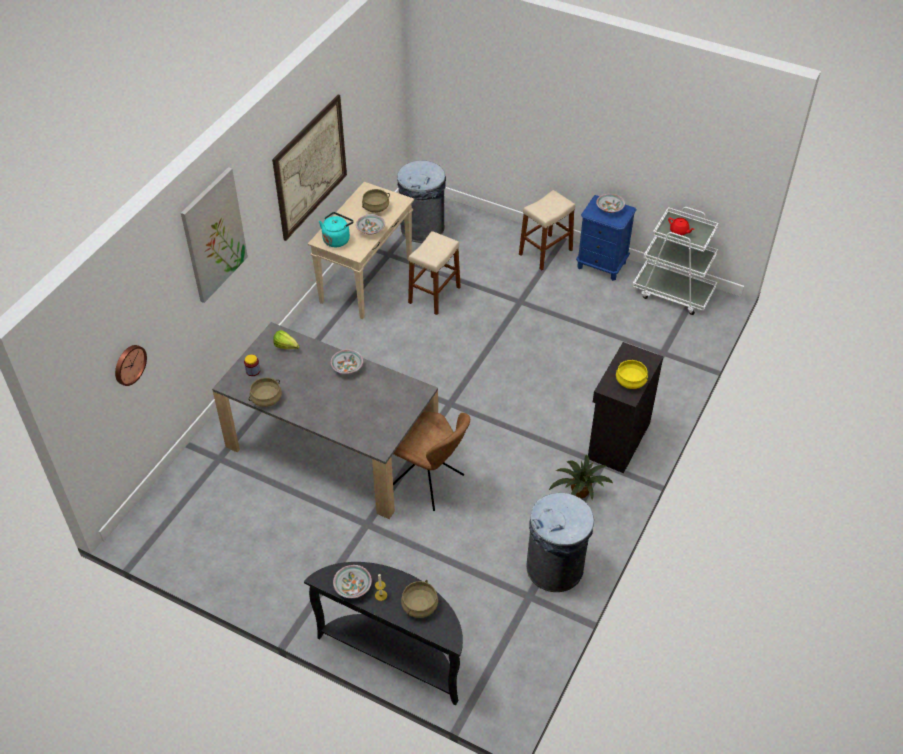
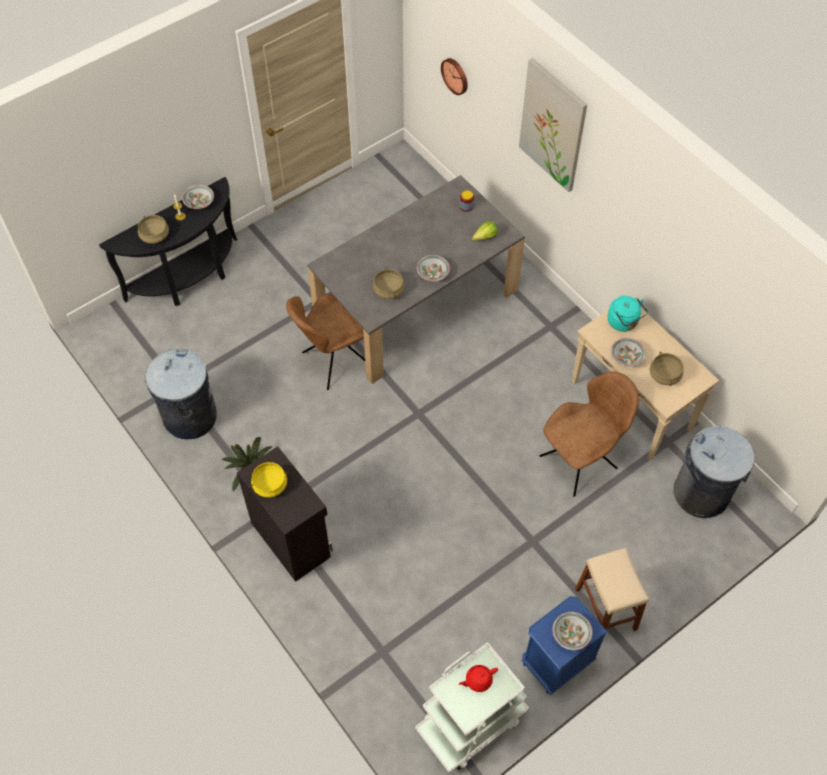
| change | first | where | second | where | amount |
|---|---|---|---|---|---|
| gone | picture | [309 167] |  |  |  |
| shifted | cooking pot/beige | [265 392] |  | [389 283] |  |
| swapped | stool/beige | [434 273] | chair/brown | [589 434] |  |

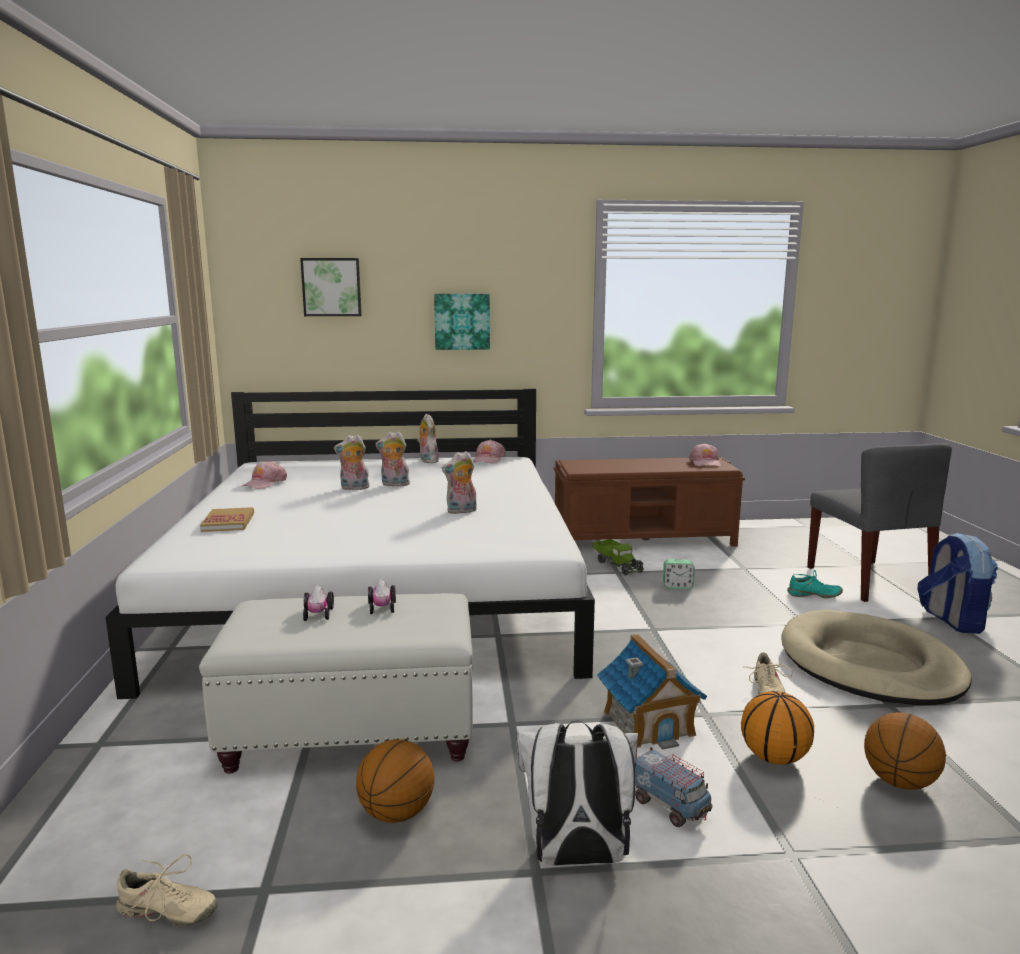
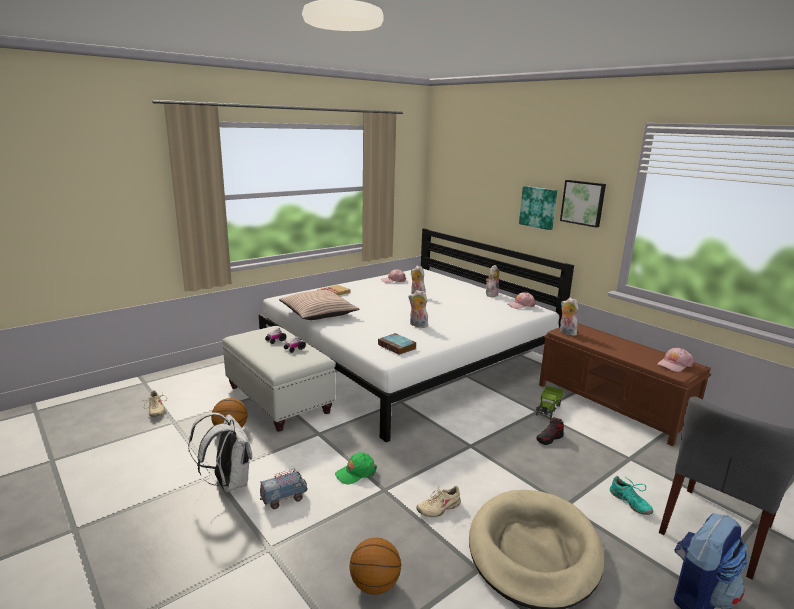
| change | first | where | second | where | amount |
|---|---|---|---|---|---|
| gone | basketball | [777 728] |  |  |  |
| new |  |  | pillow | [319 305] |  |
| new |  |  | book | [397 344] |  |
| shifted | picture | [331 287] |  | [583 204] |  |
| shifted | plush toy | [392 458] |  | [569 316] |  |
| swapped | toy house | [652 692] | cap/green | [356 468] |  |
| swapped | alarm clock | [679 574] | shoe | [550 431] |  |
| rotated | toy truck | [673 787] |  | [283 488] | 135 degrees counterclockwise |

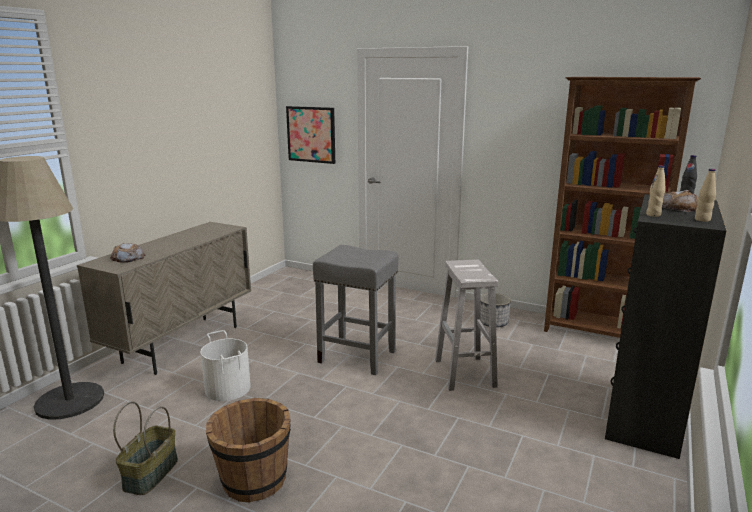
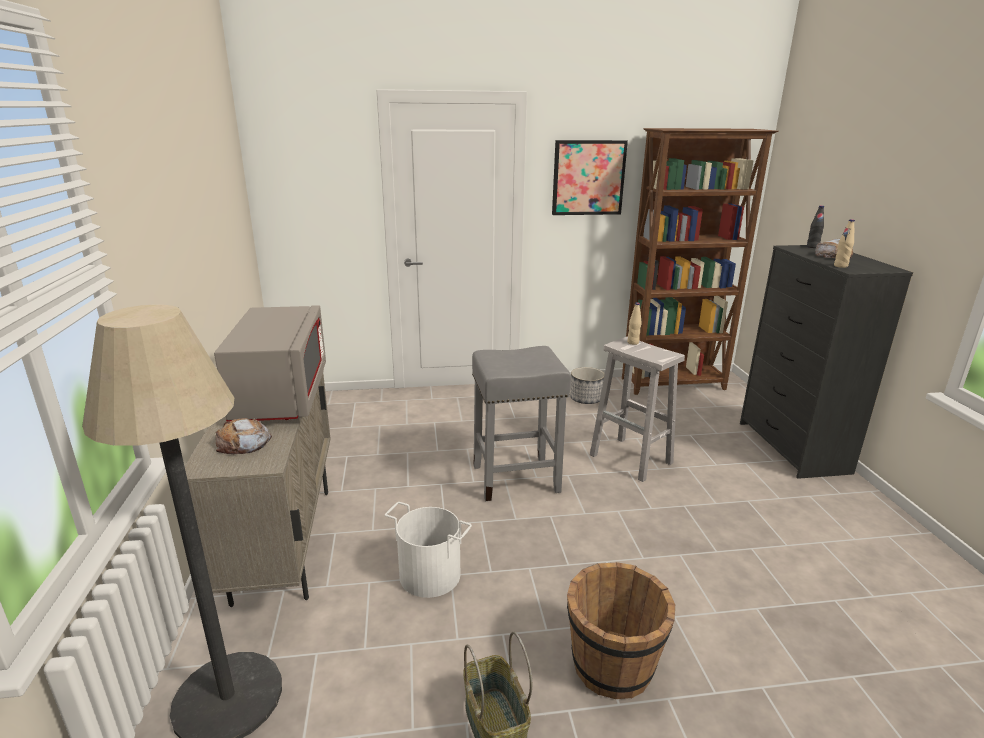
| change | first | where | second | where | amount |
|---|---|---|---|---|---|
| new |  |  | microwave/grey | [270 363] |  |
| shifted | picture | [310 135] |  | [590 177] |  |
| shifted | bottle/beige | [705 195] |  | [634 323] |  |

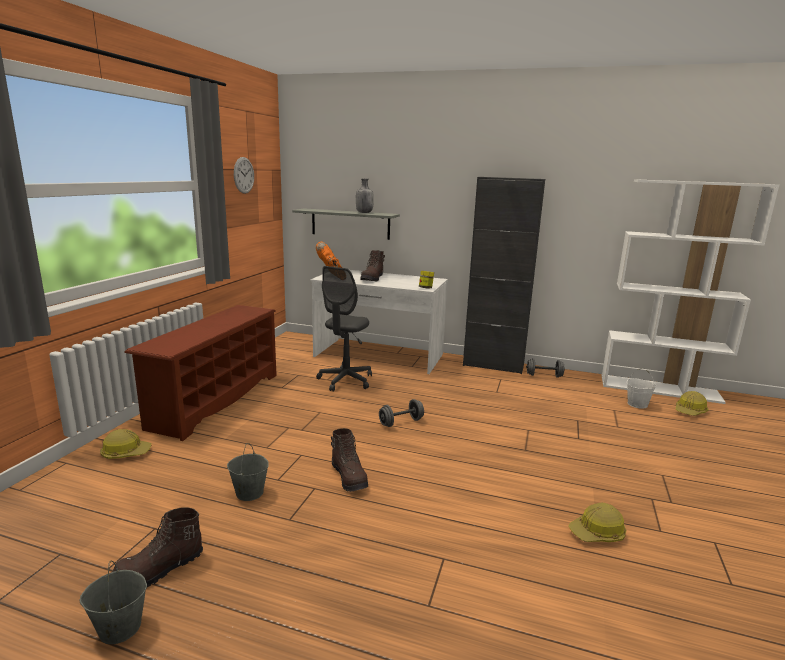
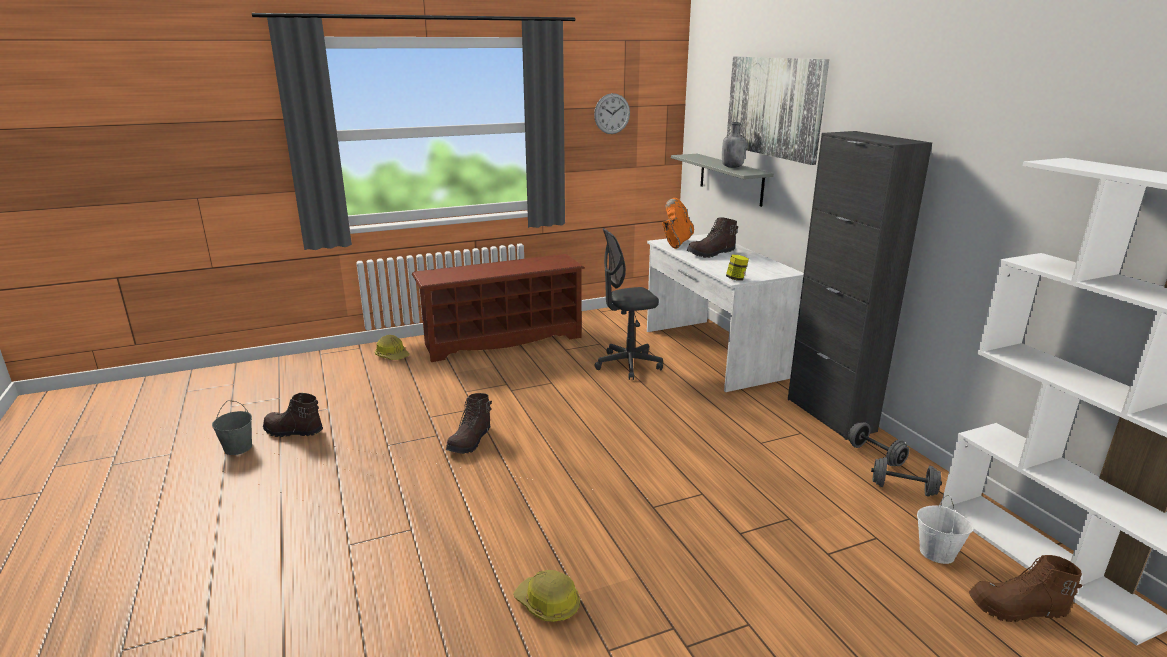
| change | first | where | second | where | amount |
|---|---|---|---|---|---|
| gone | bucket/grey | [248 472] |  |  |  |
| new |  |  | picture | [778 111] |  |
| shifted | dumbbell/grey | [401 413] |  | [906 477] |  |
| swapped | hard hat | [692 403] | boot/brown | [1025 588] |  |

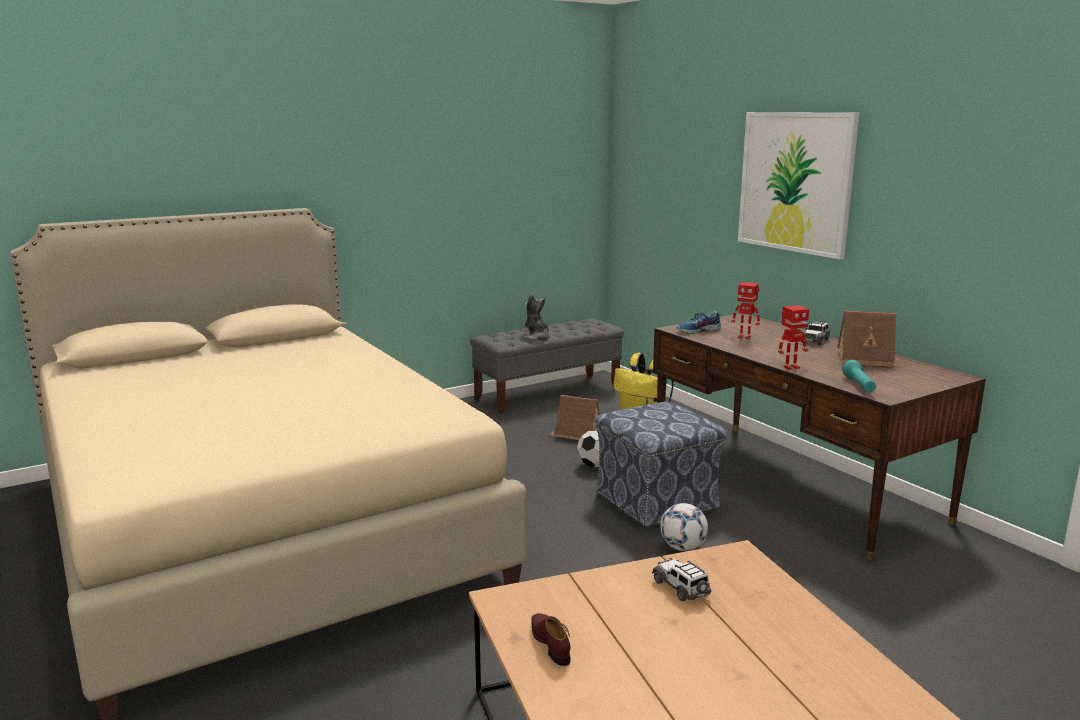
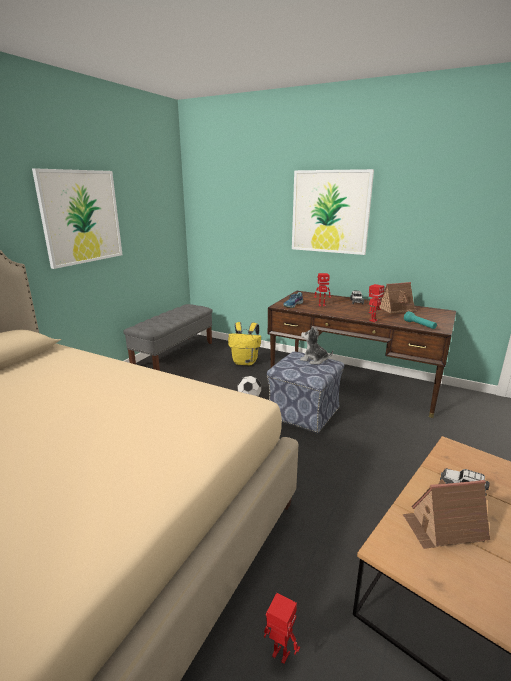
| change | first | where | second | where | amount |
|---|---|---|---|---|---|
| gone | shoe/brown | [551 639] |  |  |  |
| gone | football | [684 527] |  |  |  |
| new |  |  | picture | [77 218] |  |
| new |  |  | toy robot | [282 628] |  |
| shifted | plush toy | [535 317] |  | [316 345] |  |
| shifted | toy house | [574 417] |  | [446 514] |  |

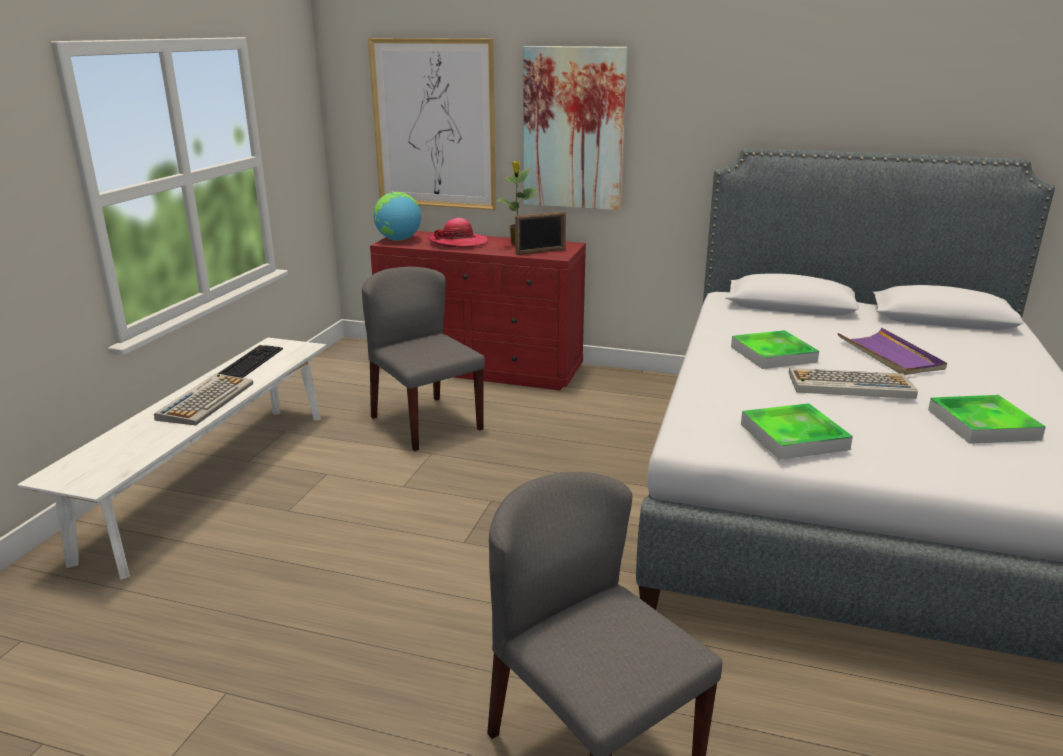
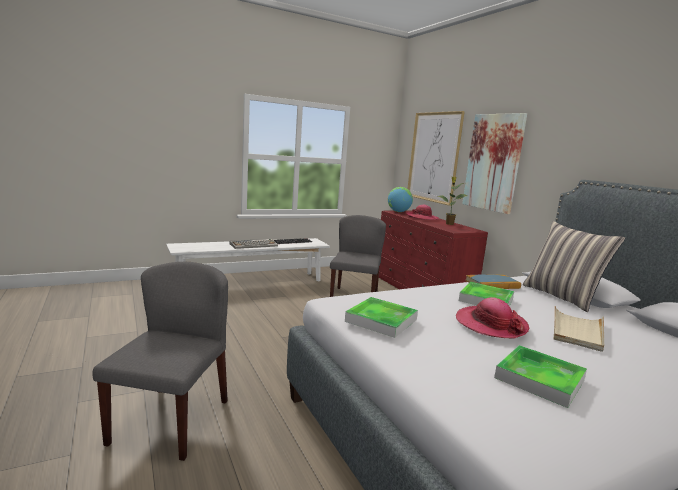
| change | first | where | second | where | amount |
|---|---|---|---|---|---|
| gone | picture frame | [540 233] |  |  |  |
| new |  |  | book | [493 281] |  |
| new |  |  | pillow | [574 266] |  |
| swapped | keyboard | [853 383] | hat | [492 317] |  |
| repainted | tray/purple | [892 351] | tray/beige | [579 329] |  |

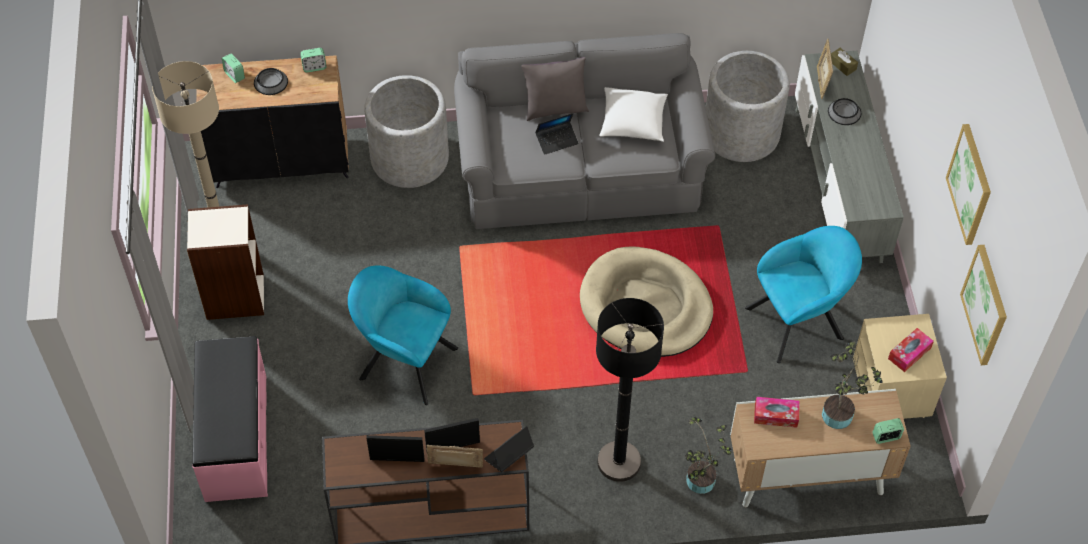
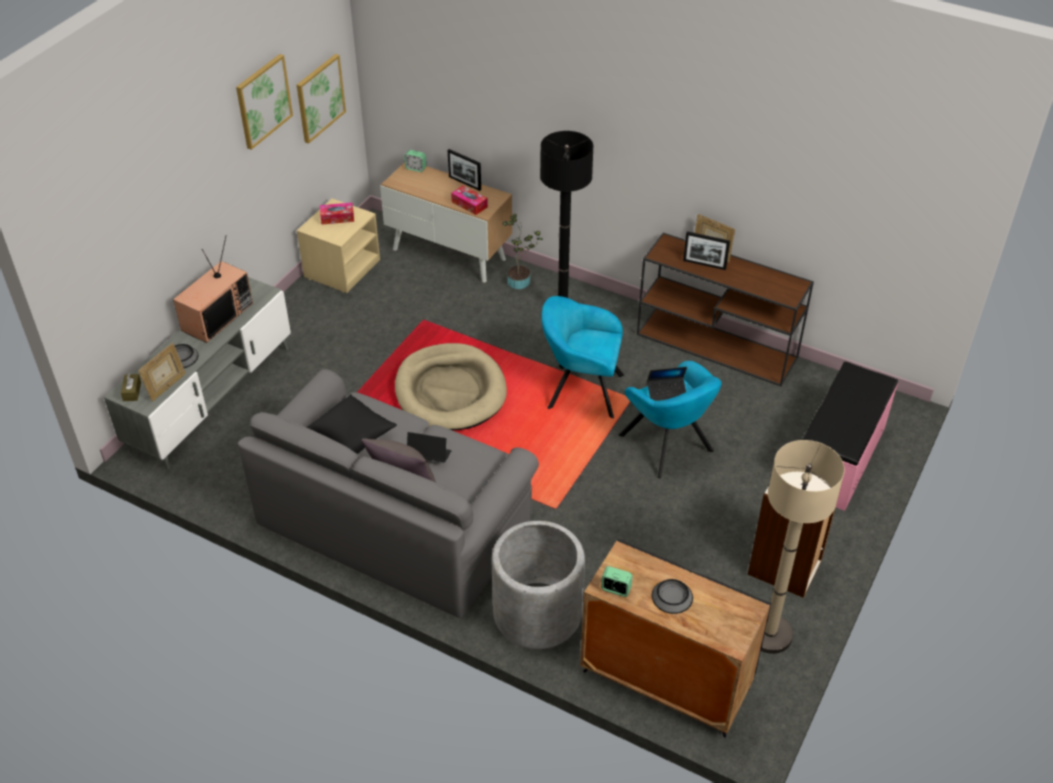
| change | first | where | second | where | amount |
|---|---|---|---|---|---|
| gone | alarm clock | [233 68] |  |  |  |
| gone | planter/grey | [748 106] |  |  |  |
| gone | potted plant | [852 385] |  |  |  |
| new |  |  | television | [213 289] |  |
| shifted | picture frame | [396 448] |  | [464 170] |  |
| shifted | laptop | [509 449] |  | [667 384] |  |
| shifted | armchair/turquoise | [803 294] |  | [582 357] |  |
| repainted | pillow/white | [633 114] | pillow/black | [352 424] |  |

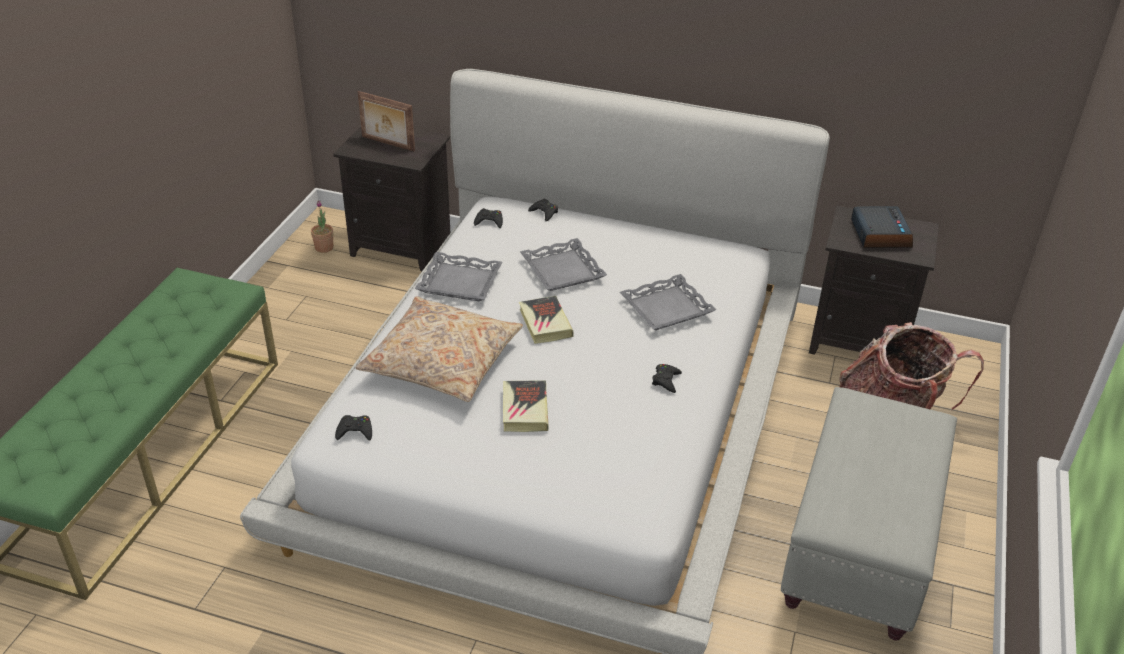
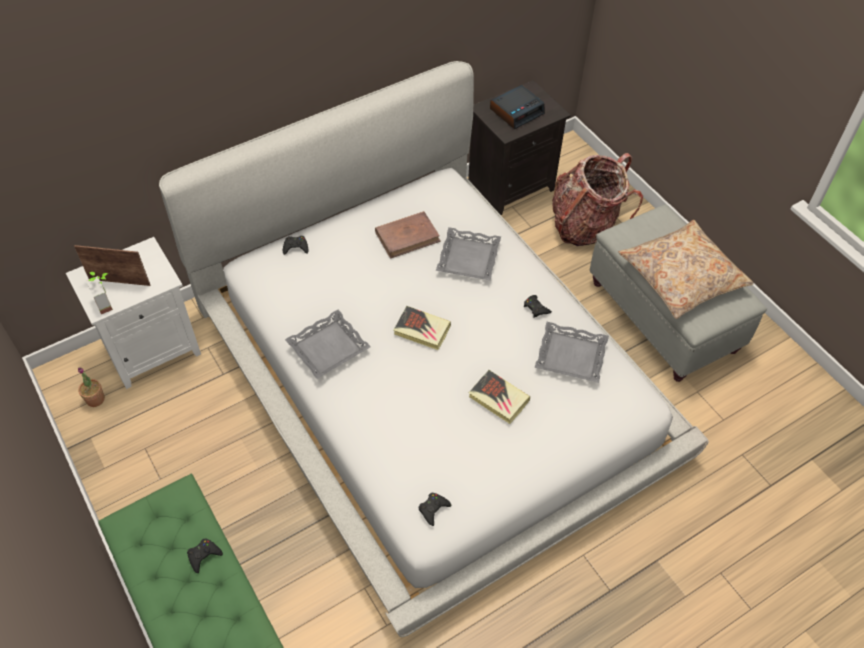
| change | first | where | second | where | amount |
|---|---|---|---|---|---|
| new |  |  | potted plant | [99 293] |  |
| new |  |  | book/brown | [408 235] |  |
| shifted | pillow/beige | [439 349] |  | [686 269] |  |
| shifted | game controller/black | [488 218] |  | [205 555] |  |
| shifted | tray/grey | [563 264] |  | [571 352] |  |
| repainted | nightstand/black | [391 198] | nightstand/white | [133 313] |  |
| rotated | picture frame | [386 121] |  | [112 265] | 150 degrees counterclockwise |
| rotated | alarm clock | [882 227] |  | [517 107] | 105 degrees clockwise |

